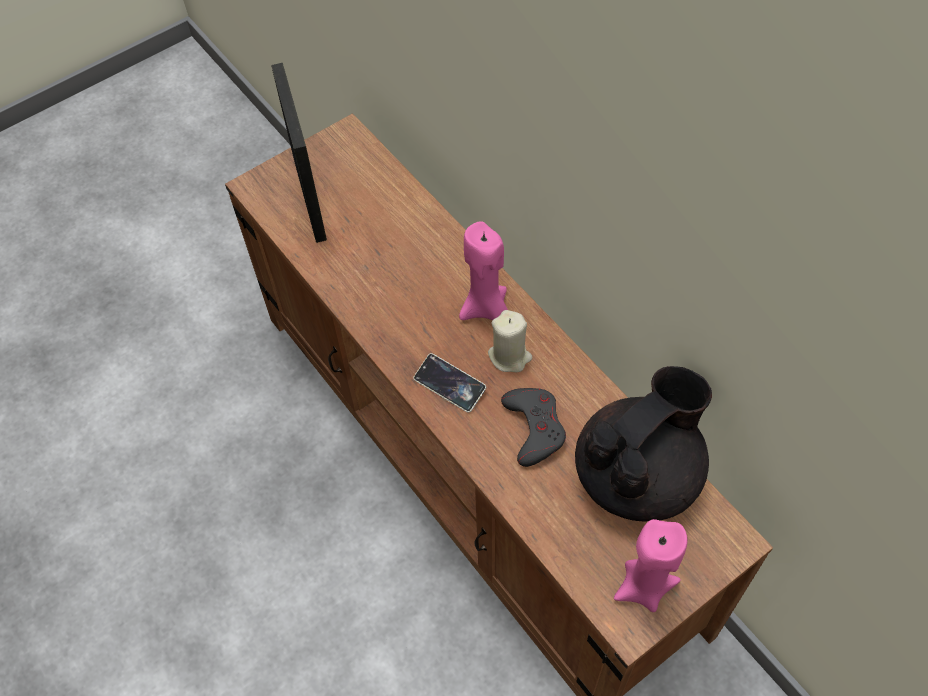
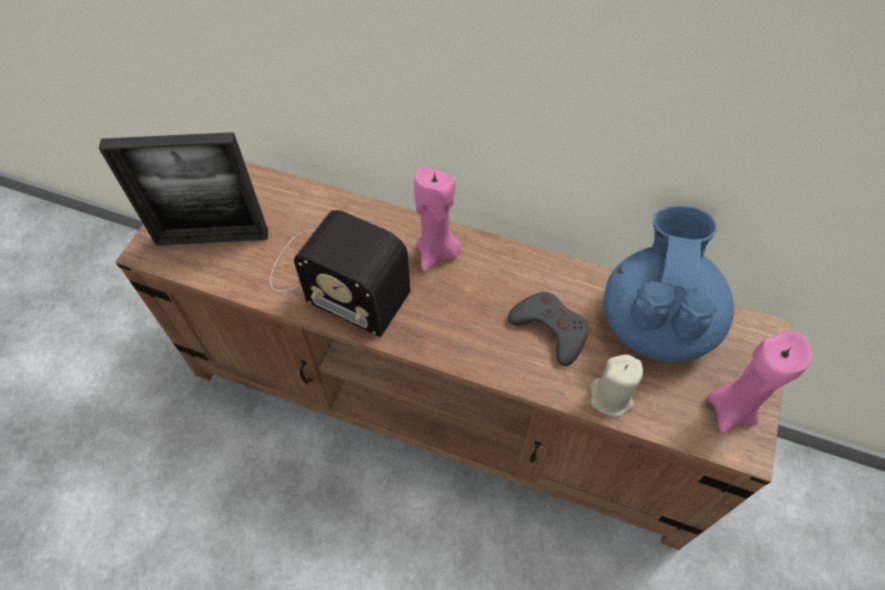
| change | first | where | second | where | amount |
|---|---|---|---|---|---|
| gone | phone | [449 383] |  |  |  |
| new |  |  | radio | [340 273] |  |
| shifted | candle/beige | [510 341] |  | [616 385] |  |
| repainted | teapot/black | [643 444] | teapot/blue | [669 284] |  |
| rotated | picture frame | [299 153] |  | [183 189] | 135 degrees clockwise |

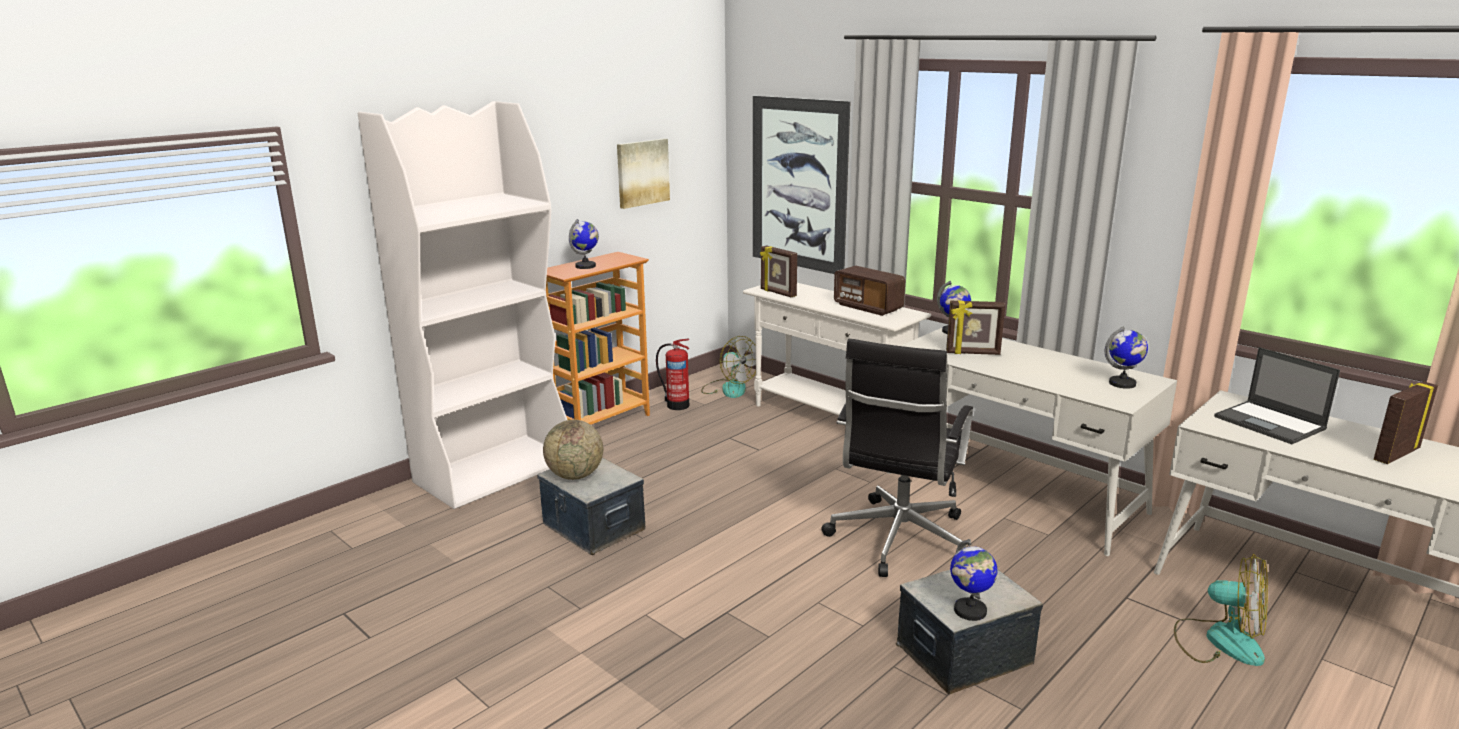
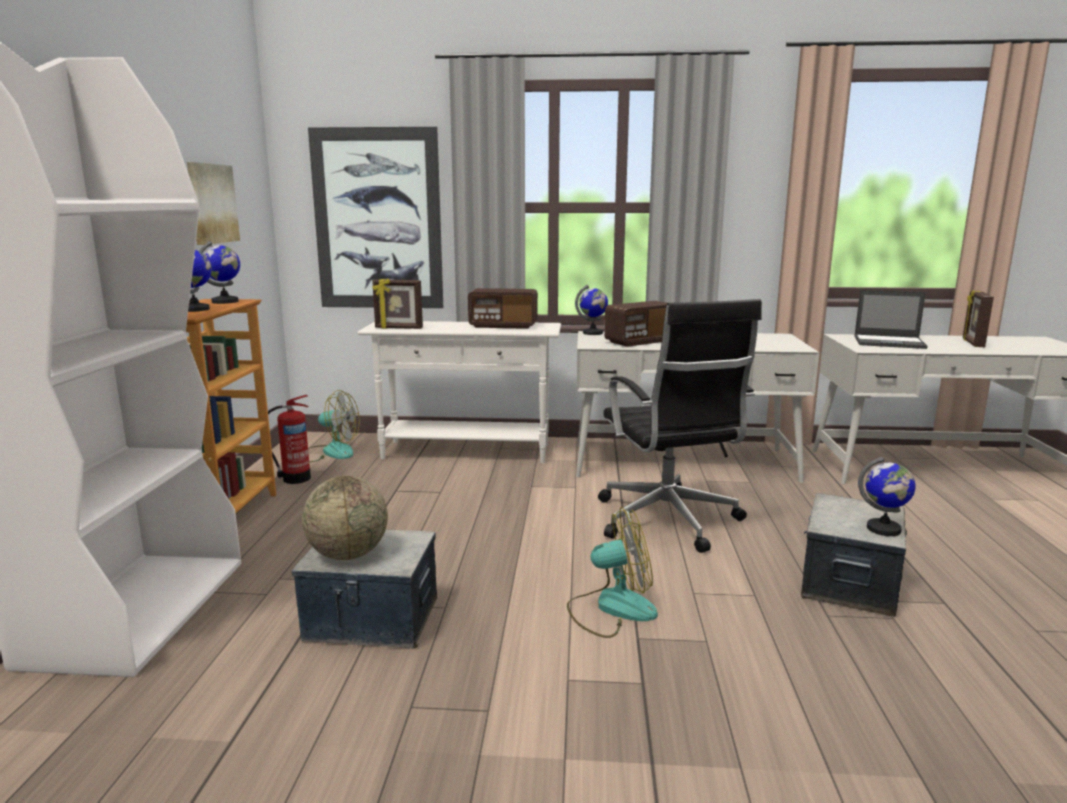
| change | first | where | second | where | amount |
|---|---|---|---|---|---|
| shifted | globe | [1126 358] |  | [219 272] |  |
| shifted | fan | [1221 610] |  | [612 572] |  |
| swapped | picture frame | [975 328] | radio | [635 324] |  |

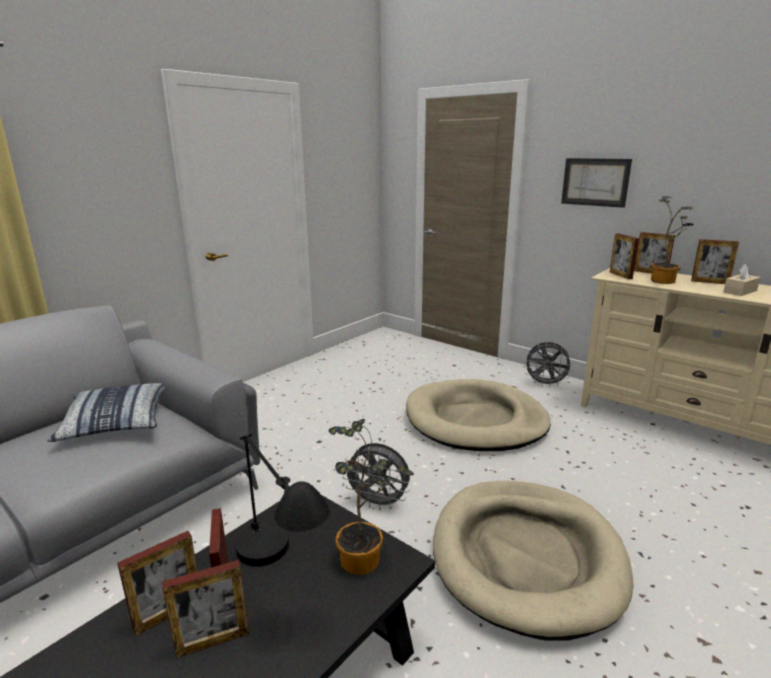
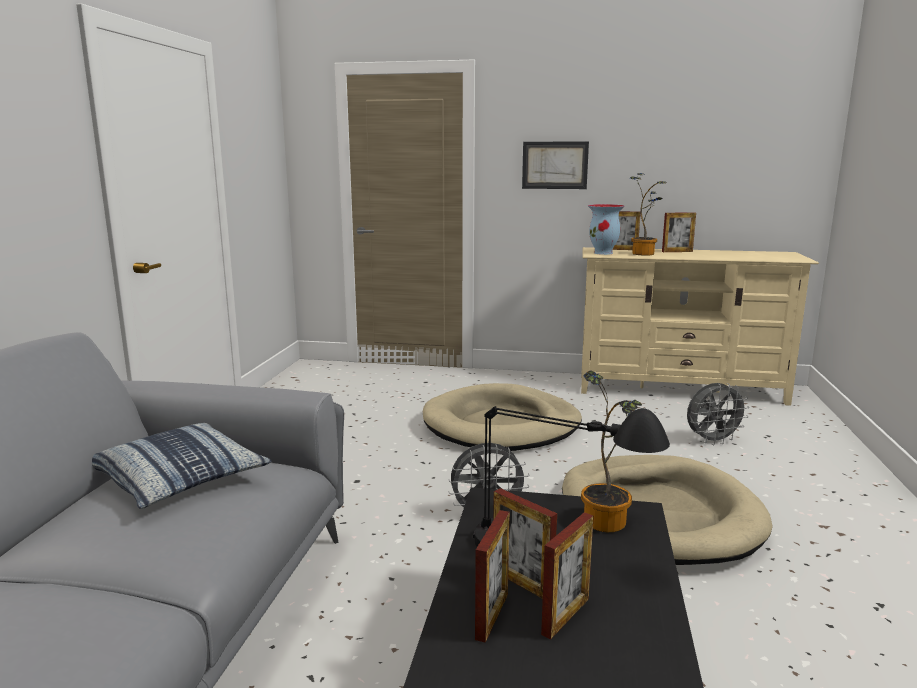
| change | first | where | second | where | amount |
|---|---|---|---|---|---|
| gone | tissue box/beige | [741 280] |  |  |  |
| shifted | fan/grey | [548 364] |  | [718 414] |  |
| swapped | picture frame | [624 256] | vase | [606 229] |  |

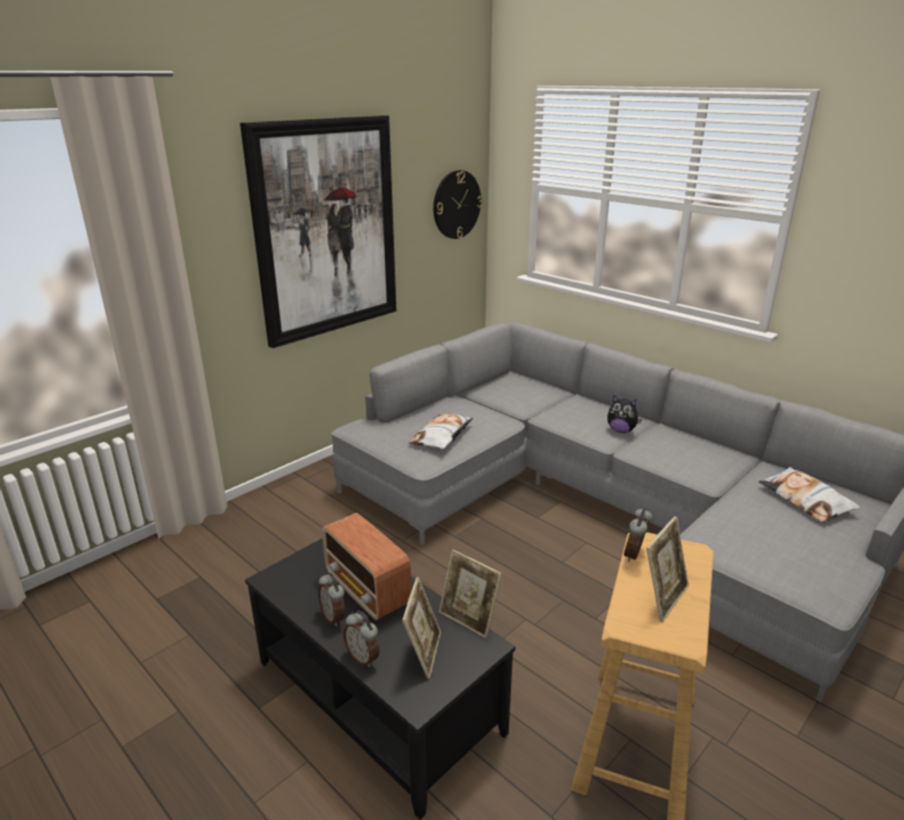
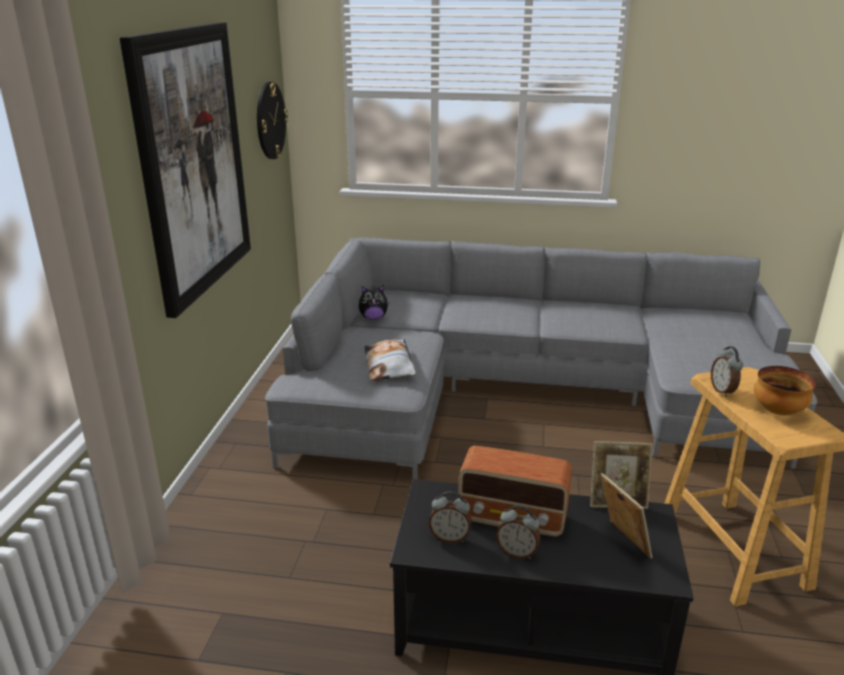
| change | first | where | second | where | amount |
|---|---|---|---|---|---|
| gone | pillow | [809 495] |  |  |  |
| shifted | alarm clock | [361 639] |  | [450 517] |  |
| shifted | plush toy | [624 414] |  | [374 302] |  |
| swapped | picture frame | [667 569] | bowl | [785 390] |  |

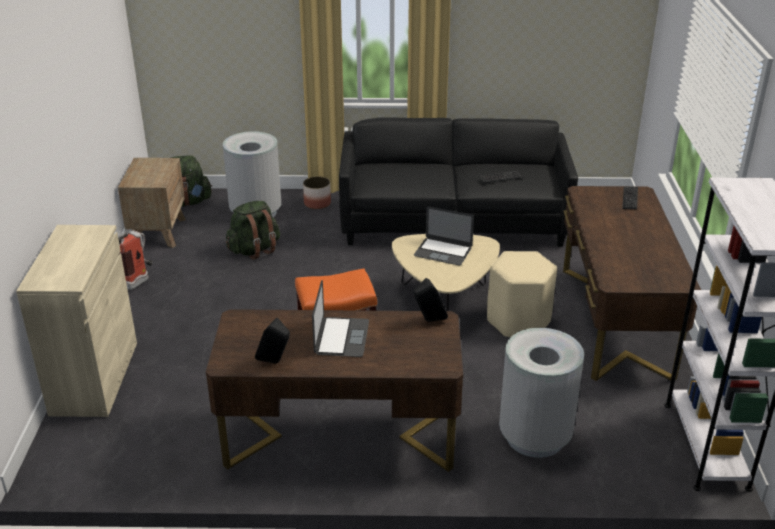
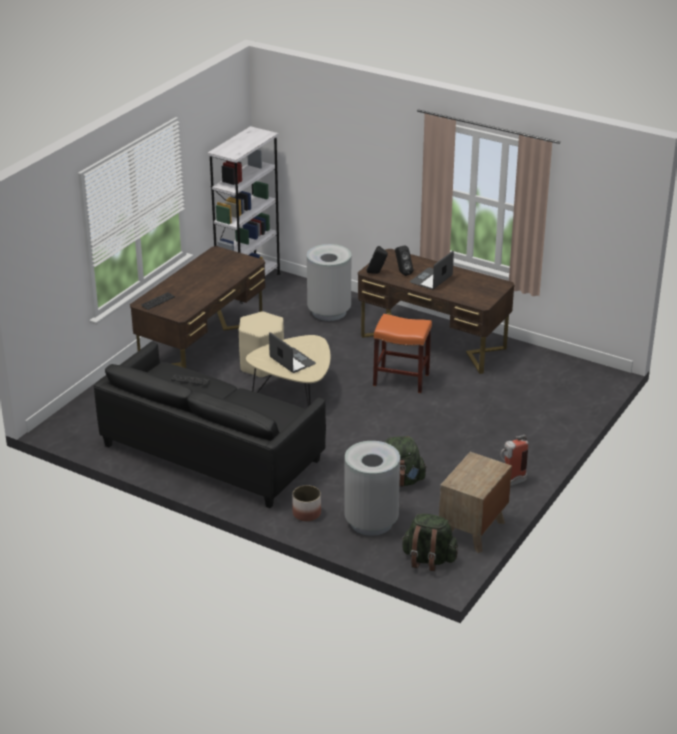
| change | first | where | second | where | amount |
|---|---|---|---|---|---|
| gone | cabinet/beige | [76 321] |  |  |  |
| shifted | speaker/black | [272 341] |  | [404 260] |  |

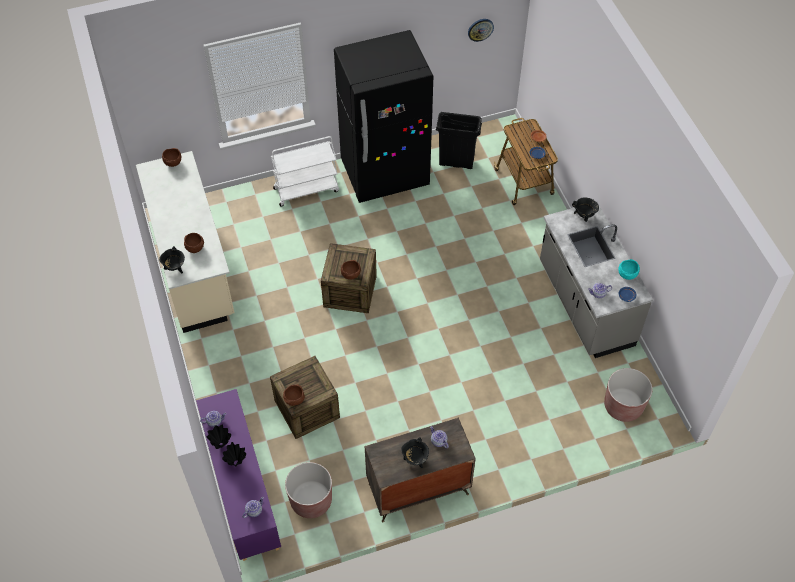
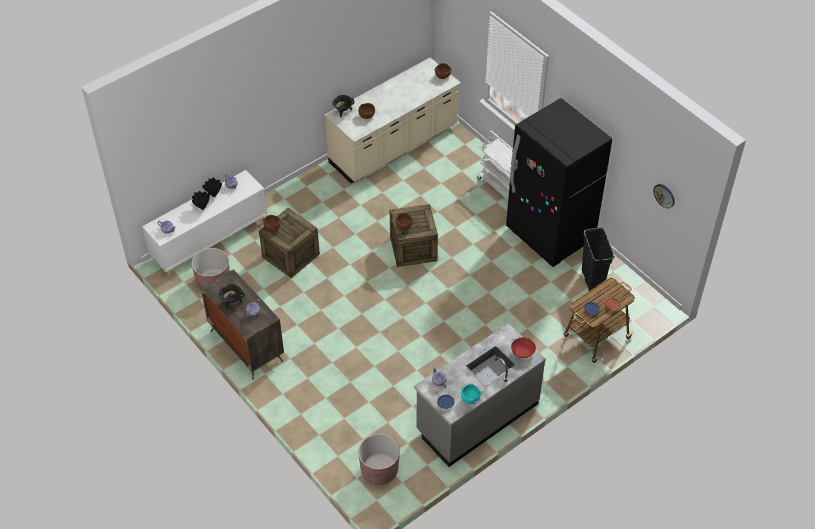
| change | first | where | second | where | amount |
|---|---|---|---|---|---|
| swapped | cooking pot/black | [585 210] | bowl/red | [523 348] |  |
| repainted | cabinet/purple | [238 475] | cabinet/white | [204 223] |  |

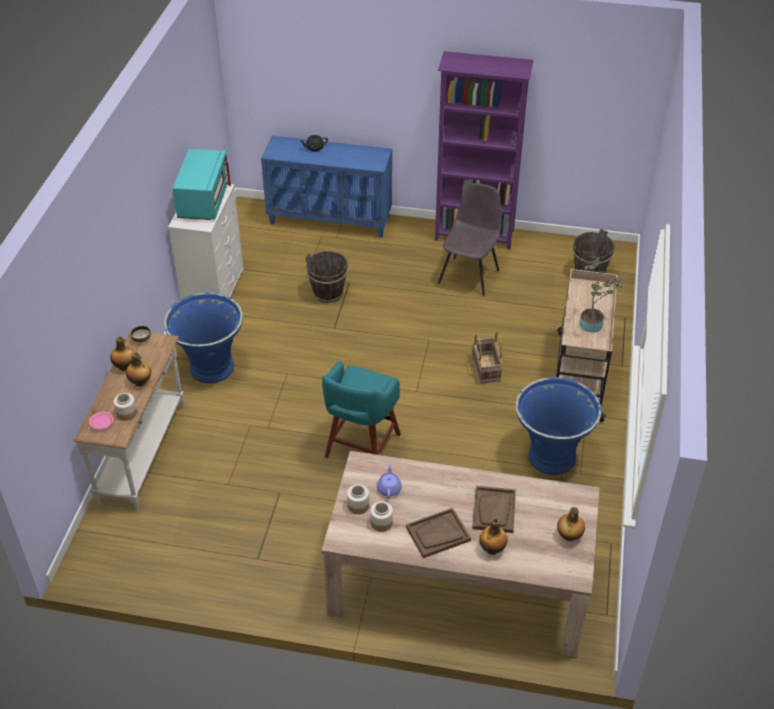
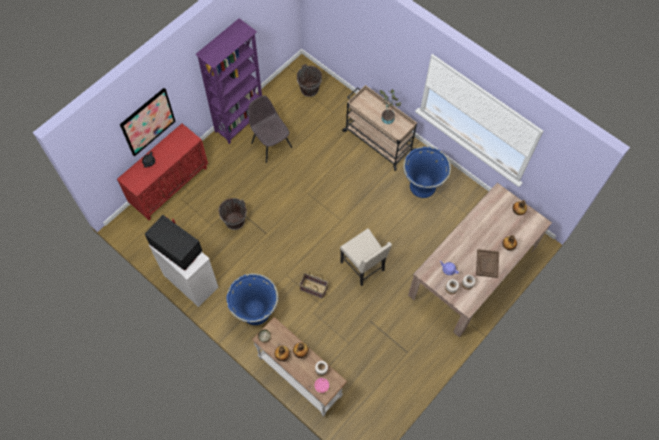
| change | first | where | second | where | amount |
|---|---|---|---|---|---|
| gone | tray/brown | [494 509] |  |  |  |
| new |  |  | picture | [148 122] |  |
| shifted | basket | [487 357] |  | [313 285] |  |
| swapped | stool/turquoise | [361 409] | chair/beige | [366 257] |  |
| repainted | microwave/turquoise | [202 184] | microwave/black | [173 243] |  |
| repainted | cabinet/blue | [326 187] | cabinet/red | [162 172] |  |

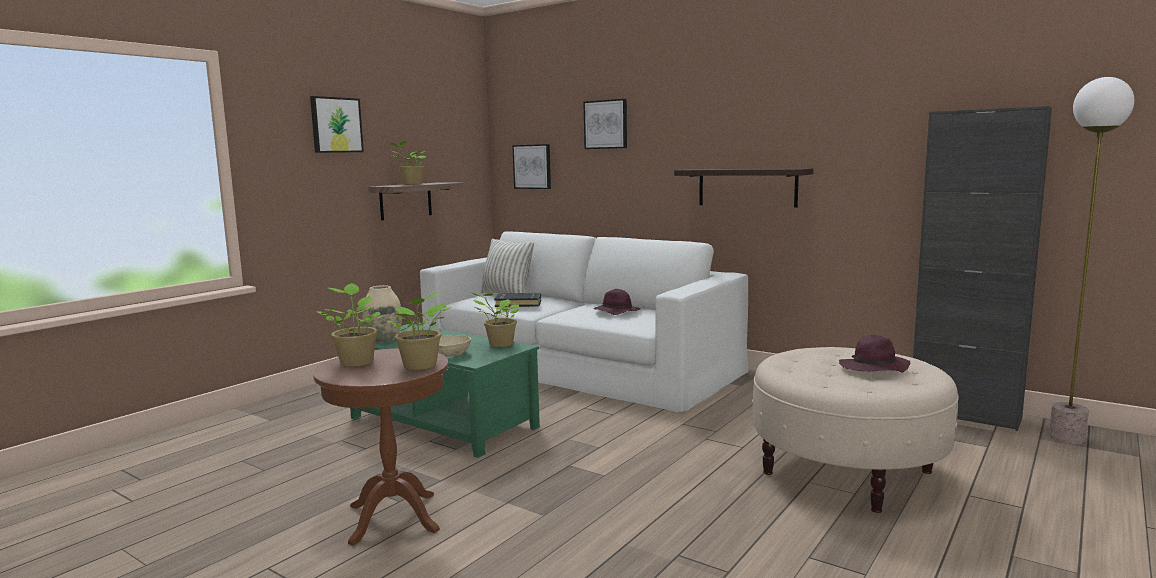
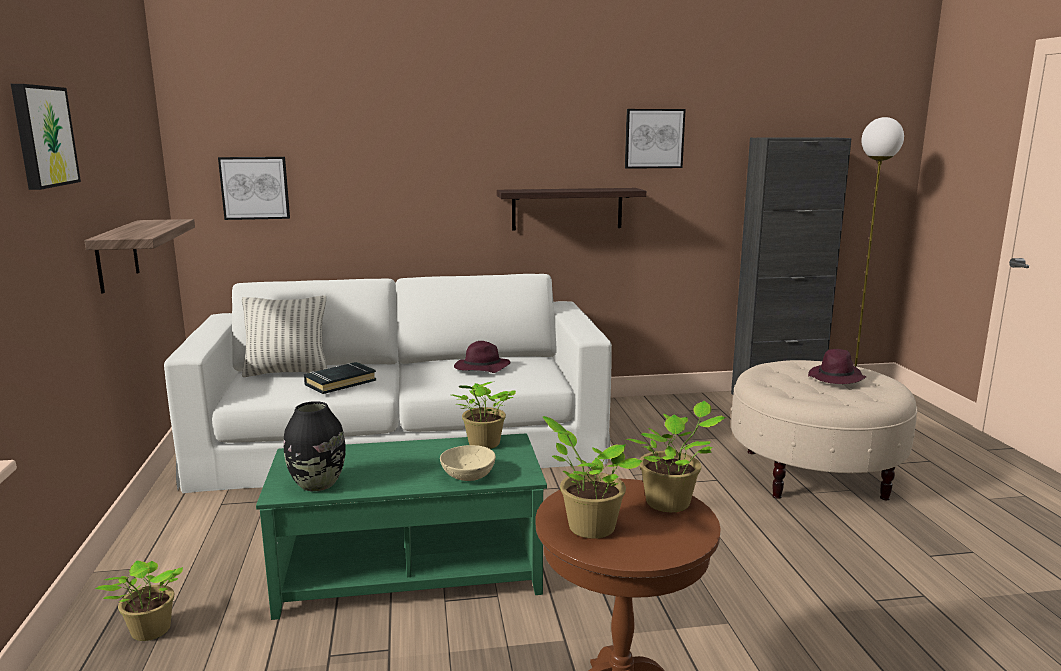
| change | first | where | second | where | amount |
|---|---|---|---|---|---|
| shifted | potted plant | [407 163] |  | [139 600] |  |
| shifted | picture | [605 124] |  | [655 139] |  |
| repainted | vase/beige | [382 314] | vase/black | [315 446] |  |

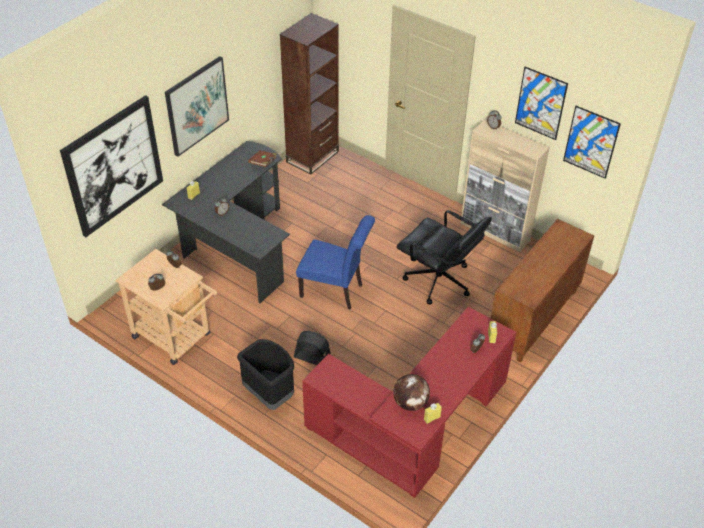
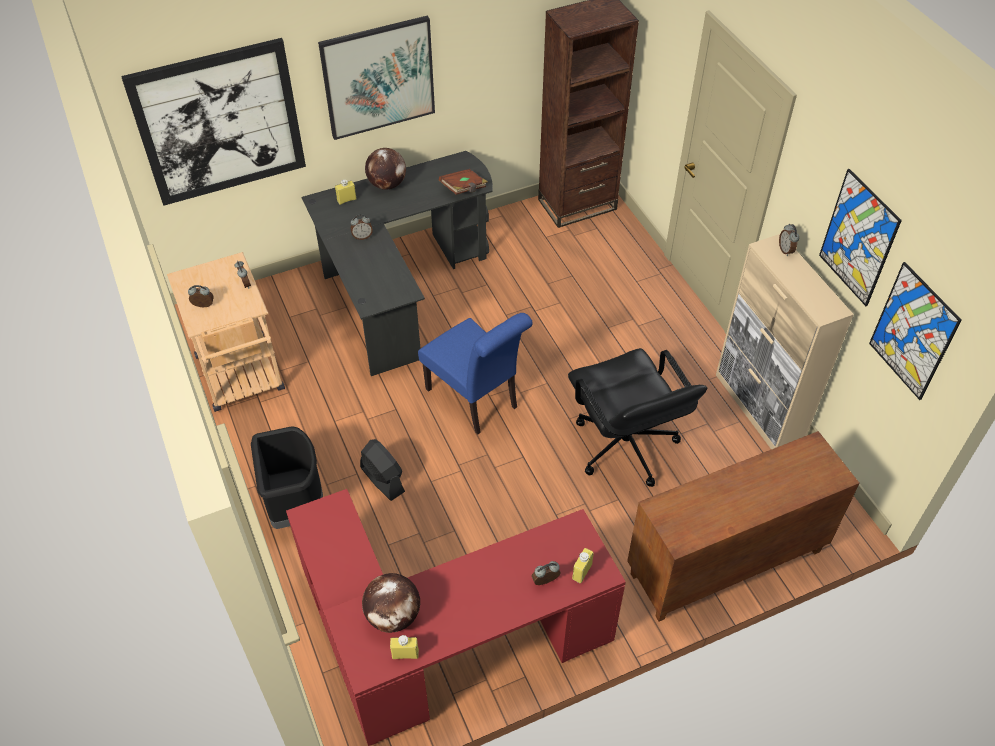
| change | first | where | second | where | amount |
|---|---|---|---|---|---|
| new |  |  | globe | [385 169] |  |

